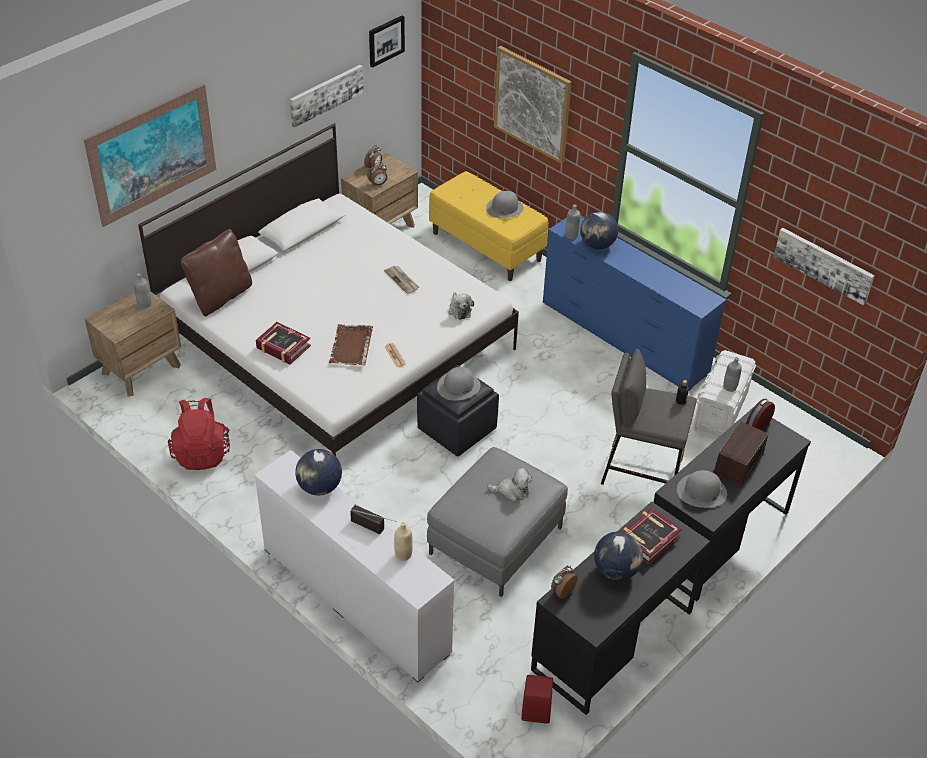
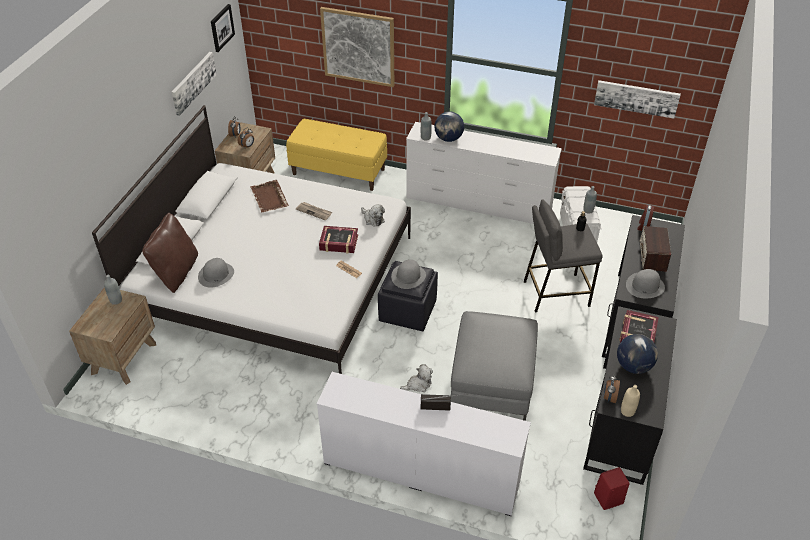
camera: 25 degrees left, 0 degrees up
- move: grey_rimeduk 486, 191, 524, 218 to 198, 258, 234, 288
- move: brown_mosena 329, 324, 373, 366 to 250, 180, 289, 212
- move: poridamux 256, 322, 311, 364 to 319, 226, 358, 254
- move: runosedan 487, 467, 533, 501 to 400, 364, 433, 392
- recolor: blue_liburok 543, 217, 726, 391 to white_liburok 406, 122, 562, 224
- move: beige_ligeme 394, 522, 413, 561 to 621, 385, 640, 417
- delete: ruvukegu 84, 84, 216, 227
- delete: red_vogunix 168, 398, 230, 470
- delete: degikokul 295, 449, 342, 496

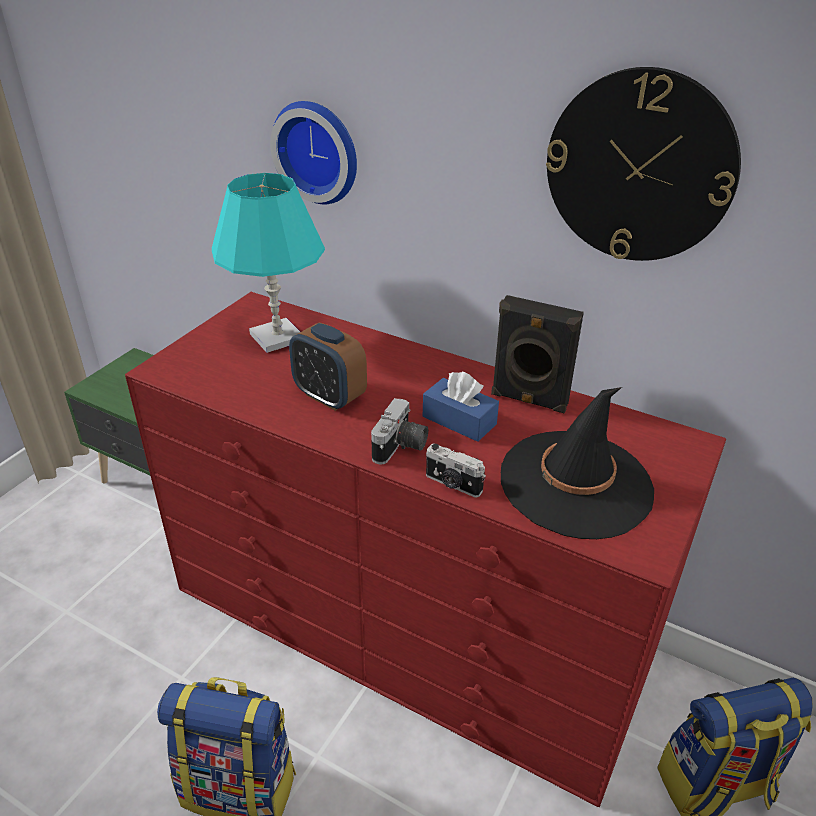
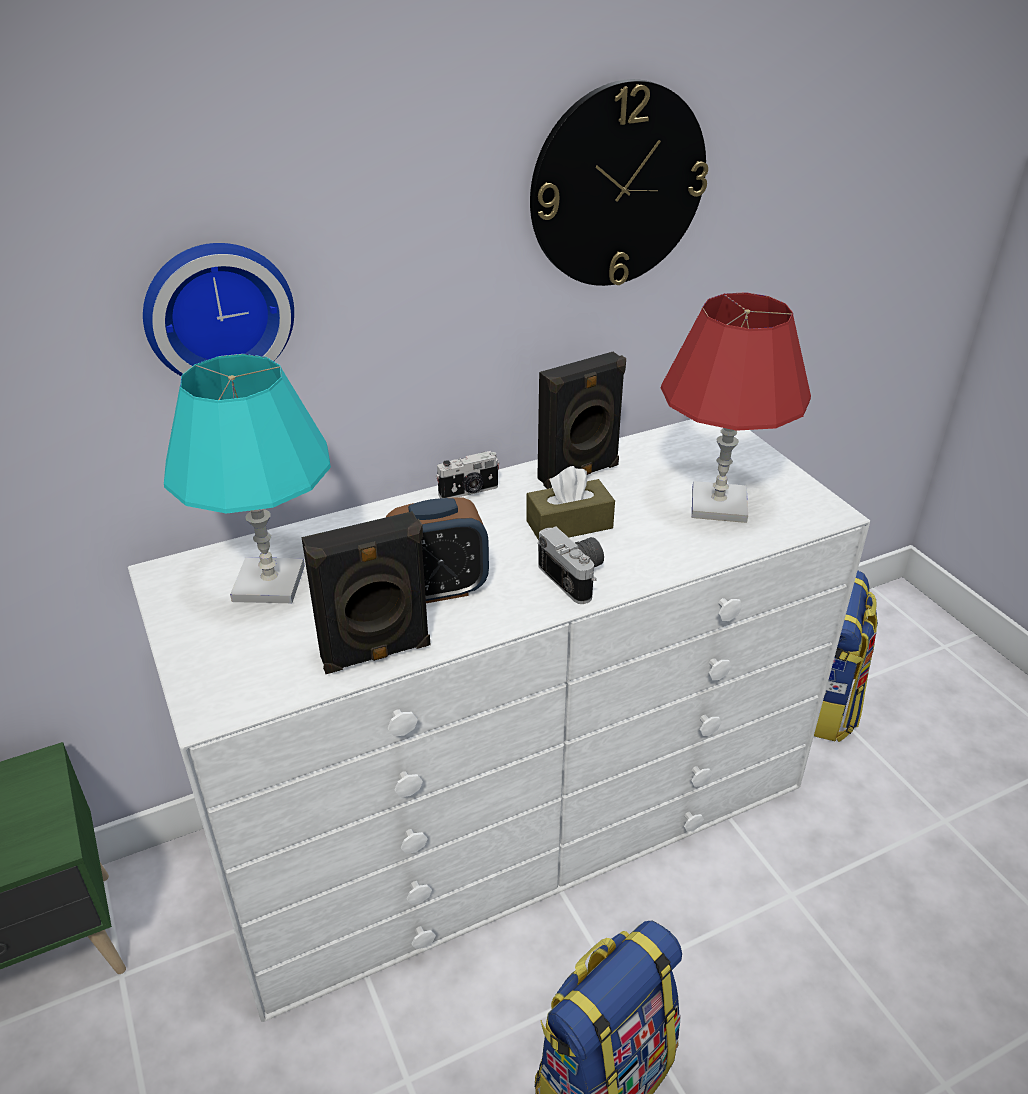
camera: 55 degrees left, 0 degrees up
- recolor: red_liburok 125, 292, 726, 807 to white_liburok 128, 419, 870, 1022
- insert: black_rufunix 301, 511, 431, 674
- move: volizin 426, 444, 486, 498 to 436, 451, 500, 498
- recolor: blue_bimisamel 423, 372, 499, 442 to brown_bimisamel 526, 466, 615, 540
- replace: black_rimeduk 501, 387, 654, 539 to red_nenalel 661, 292, 811, 523

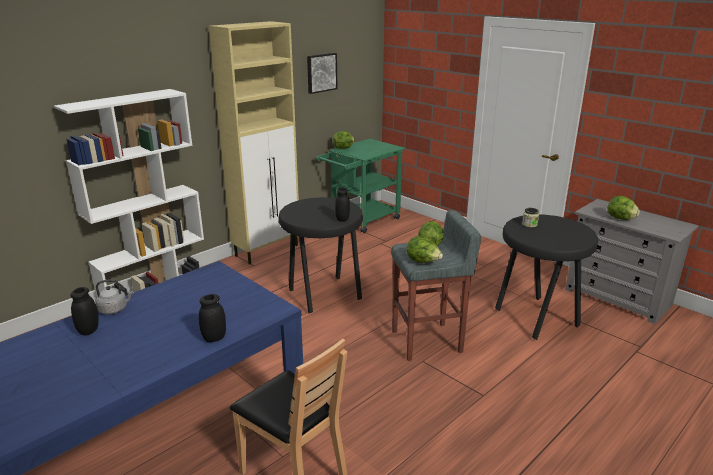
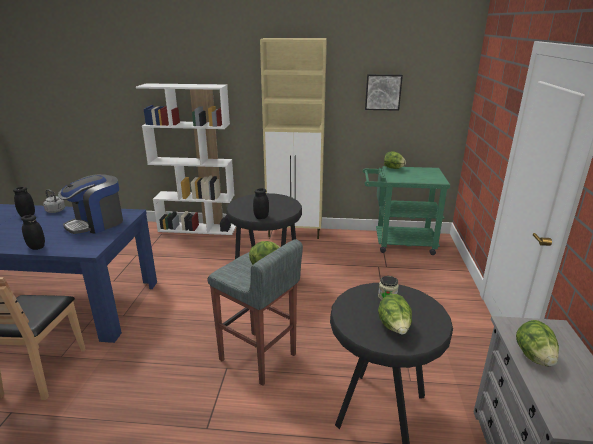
camera: 50 degrees right, 0 degrees up
- insert: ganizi 58, 174, 123, 235
- move: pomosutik 406, 236, 443, 263 to 378, 294, 412, 334

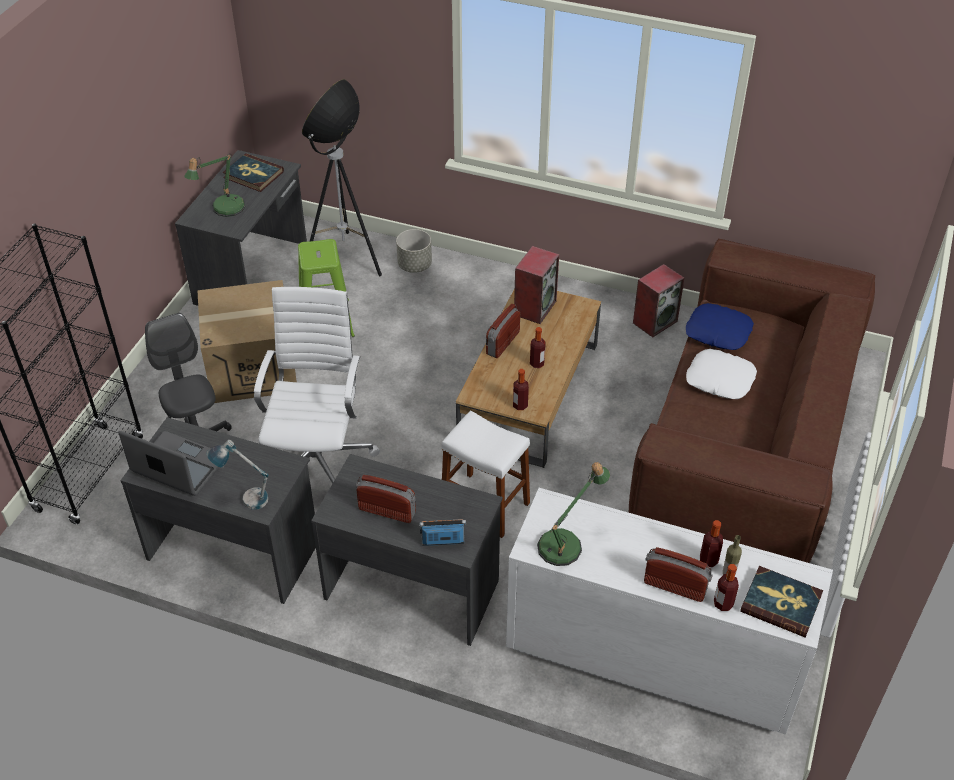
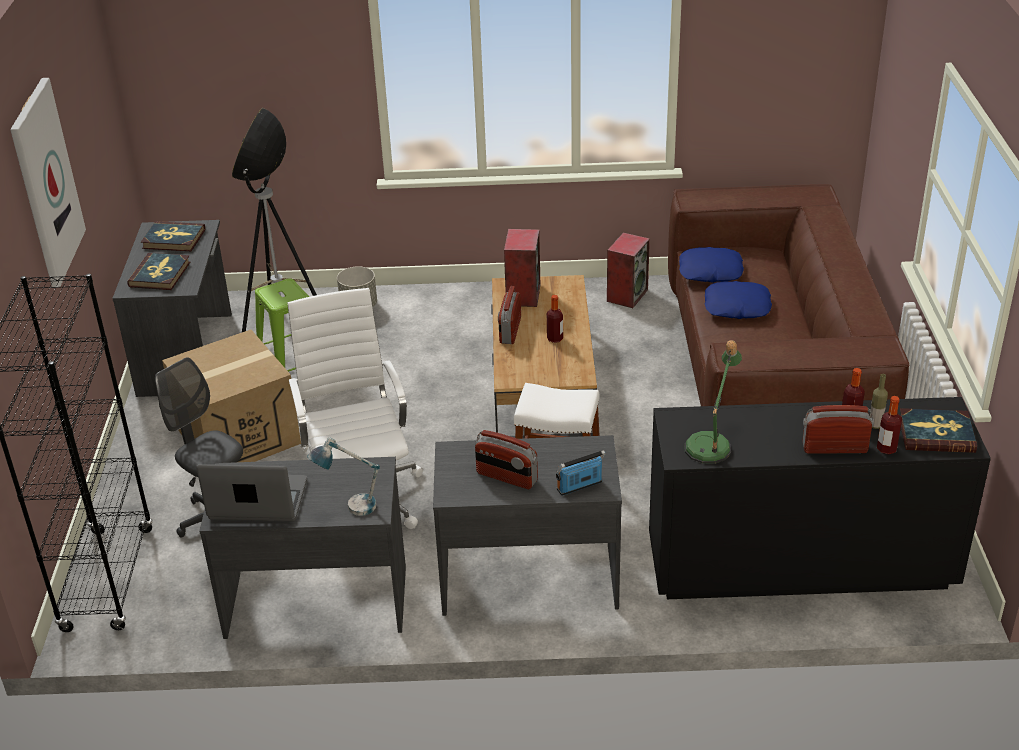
camera: 20 degrees left, 10 degrees down
- insert: ruvukegu 10, 78, 86, 288
- replace: nenalel 184, 155, 246, 217 to poridamux 127, 253, 190, 290
- rotate: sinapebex 356, 475, 416, 523 = 475, 430, 538, 489 150 degrees counterclockwise
- recolor: white_liburok 506, 488, 833, 735 to black_liburok 649, 397, 991, 599
- recolor: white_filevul 686, 349, 757, 399 to blue_filevul 705, 281, 772, 319
- delete: ligeme 513, 369, 529, 410

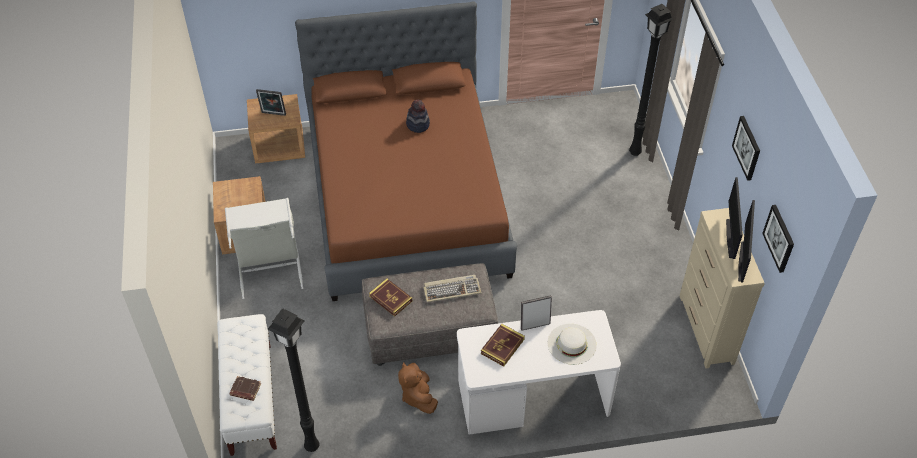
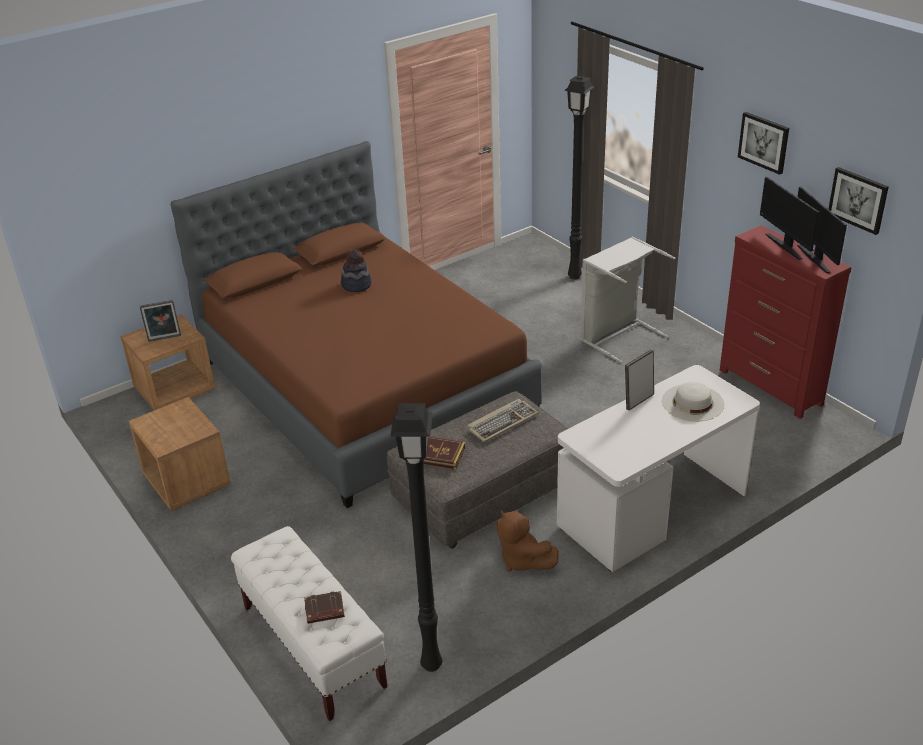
camera: 25 degrees left, 15 degrees down
- move: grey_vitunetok 225, 198, 303, 299 to 580, 236, 675, 363
- recolor: beige_liburok 679, 208, 765, 368 to red_liburok 720, 225, 851, 419
- delete: poridamux 481, 324, 525, 367

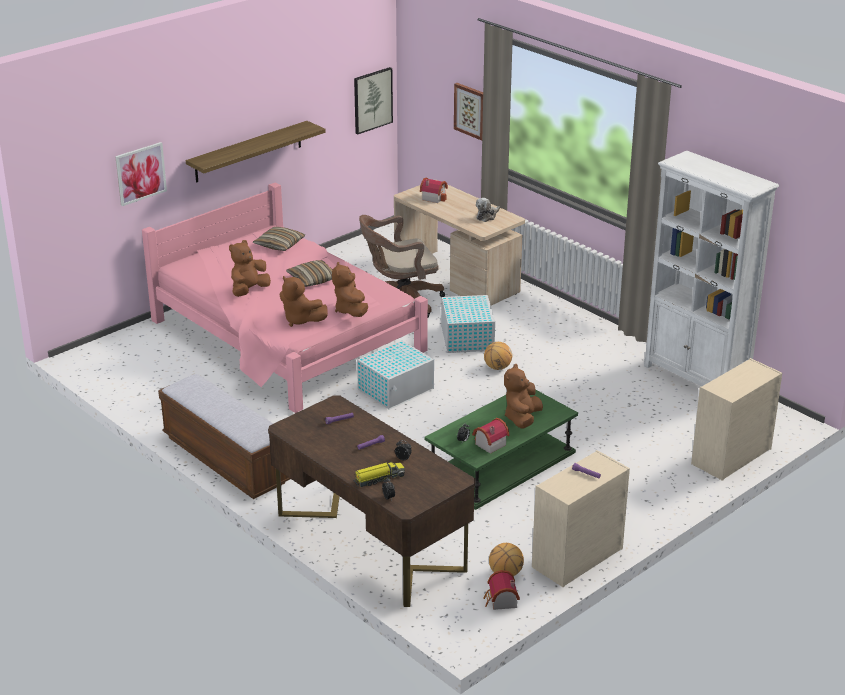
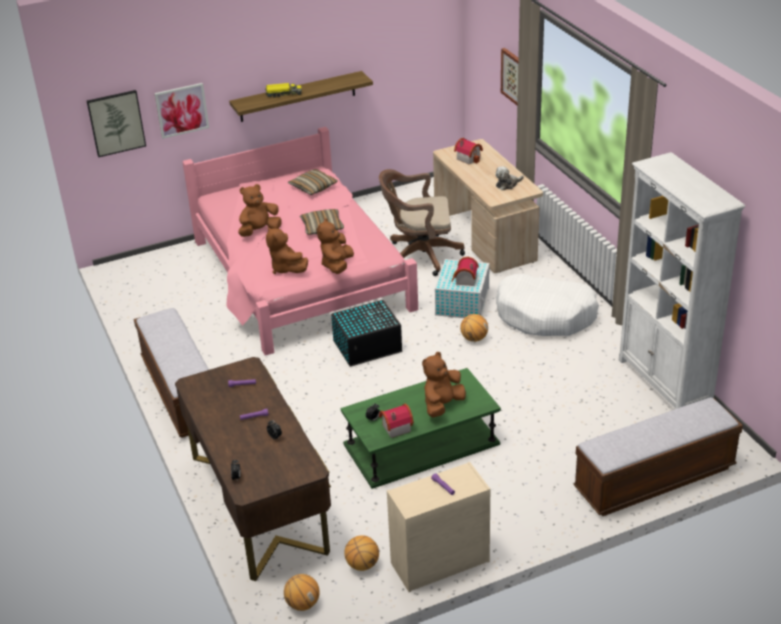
camera: 20 degrees right, 5 degrees up
- move: ruvukegu 354, 67, 393, 134 to 87, 90, 146, 157
- move: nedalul 354, 462, 405, 487 to 265, 83, 302, 97
- insert: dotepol 284, 574, 320, 611
- recolor: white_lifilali 357, 341, 434, 410 to black_lifilali 331, 300, 402, 367
- move: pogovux 483, 570, 520, 610 to 451, 257, 479, 286
- insert: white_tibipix 496, 274, 599, 336
- replace: beige_liburok 691, 358, 782, 481 to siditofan 574, 398, 743, 516

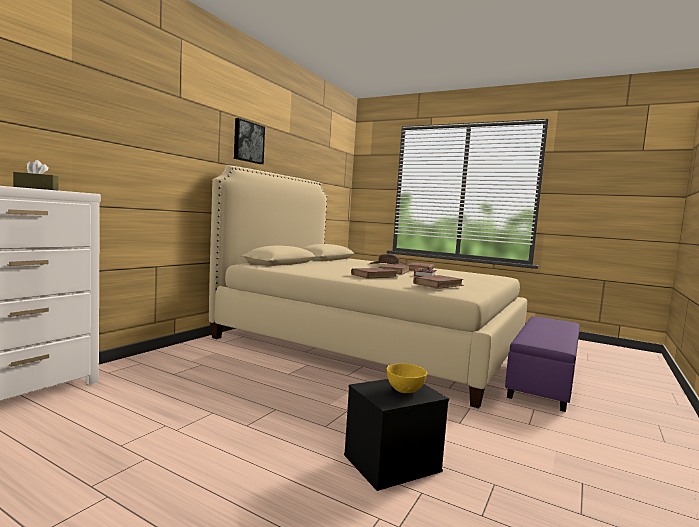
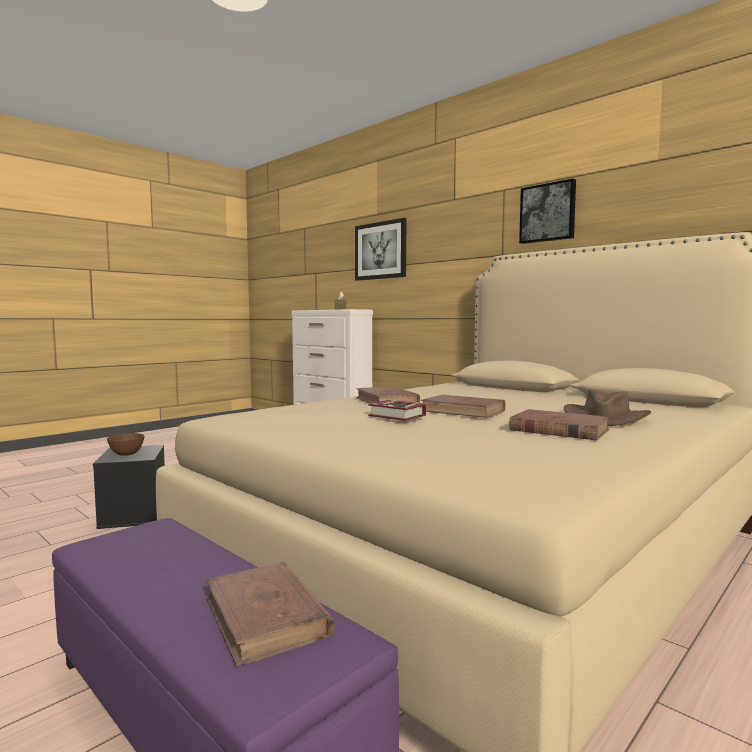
camera: 105 degrees right, 0 degrees up
- recolor: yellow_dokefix 386, 363, 427, 393 to brown_dokefix 107, 433, 144, 456
- move: brown_poridamux 413, 275, 464, 289 to 206, 562, 334, 667
- insert: ruvukegu 355, 218, 406, 281

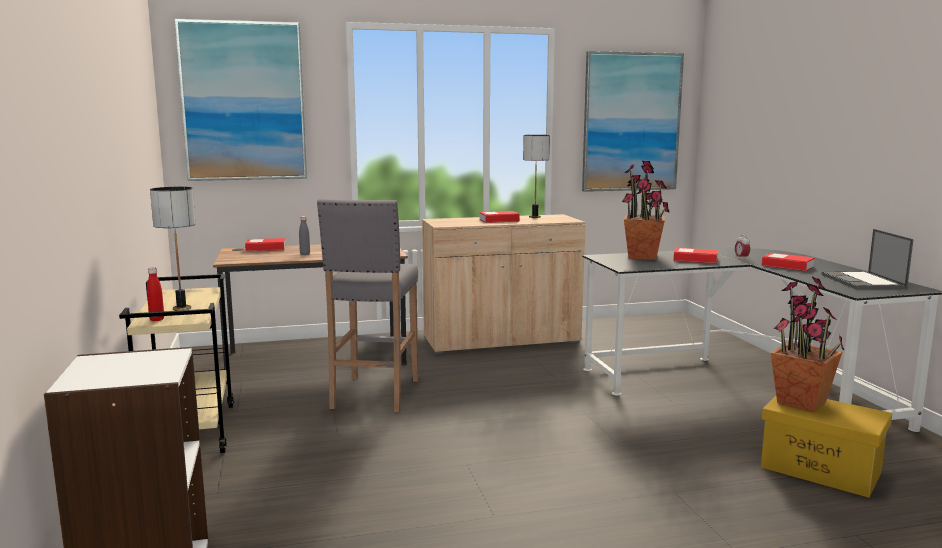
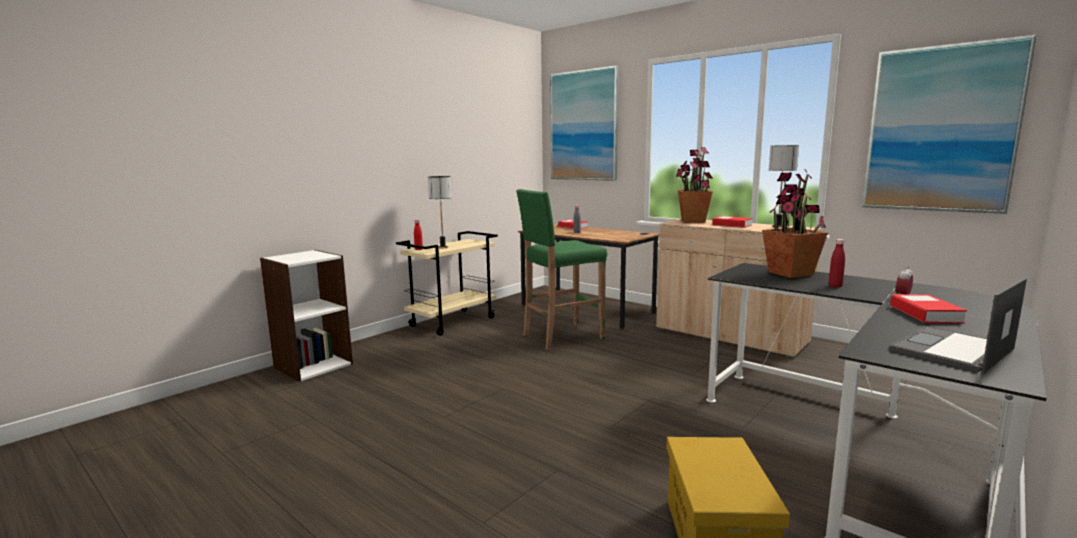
camera: 55 degrees right, 0 degrees up
- recolor: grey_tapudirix 317, 199, 418, 412 to green_tapudirix 516, 189, 607, 350
- move: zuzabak 771, 277, 844, 412 to 676, 147, 713, 223
- replace: poridamux 674, 248, 718, 264 to red_ligeme 829, 239, 845, 287

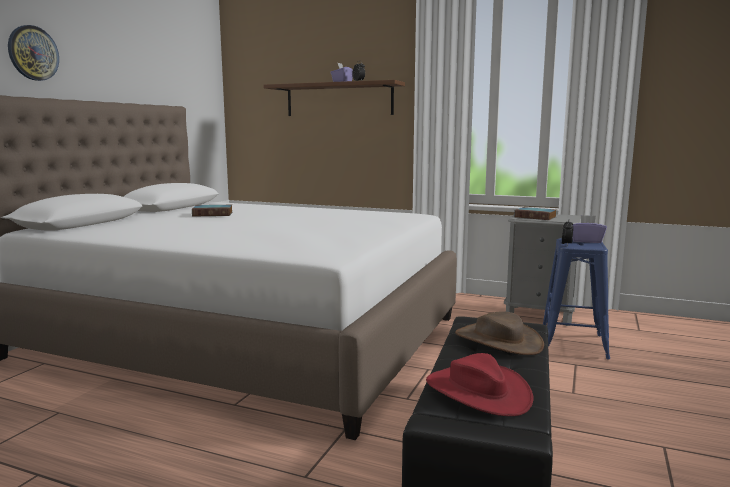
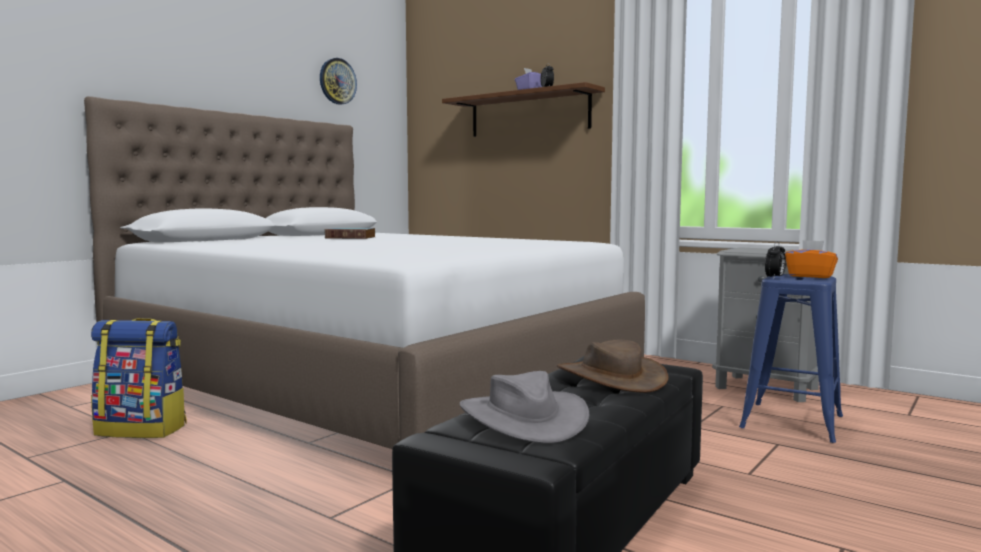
camera: 15 degrees right, 5 degrees down
- insert: vogunix 91, 318, 187, 438
- move: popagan 8, 25, 59, 81 to 320, 58, 357, 105
- recolor: red_rimeduk 426, 353, 533, 416 to grey_rimeduk 460, 371, 589, 443
- recolor: purple_bimisamel 573, 215, 607, 243 to orange_bimisamel 785, 240, 838, 278
- delete: poridamux 514, 207, 556, 220

